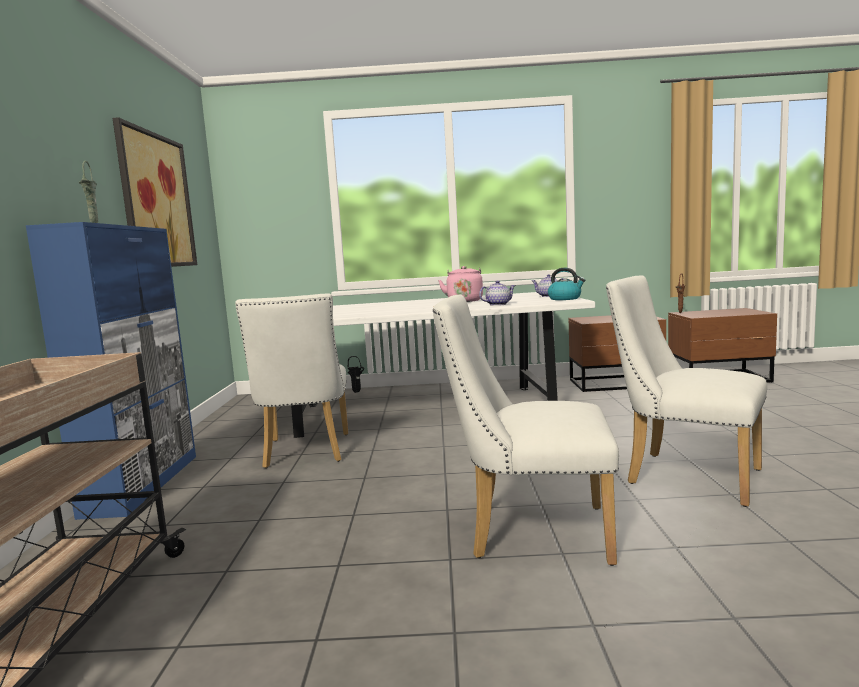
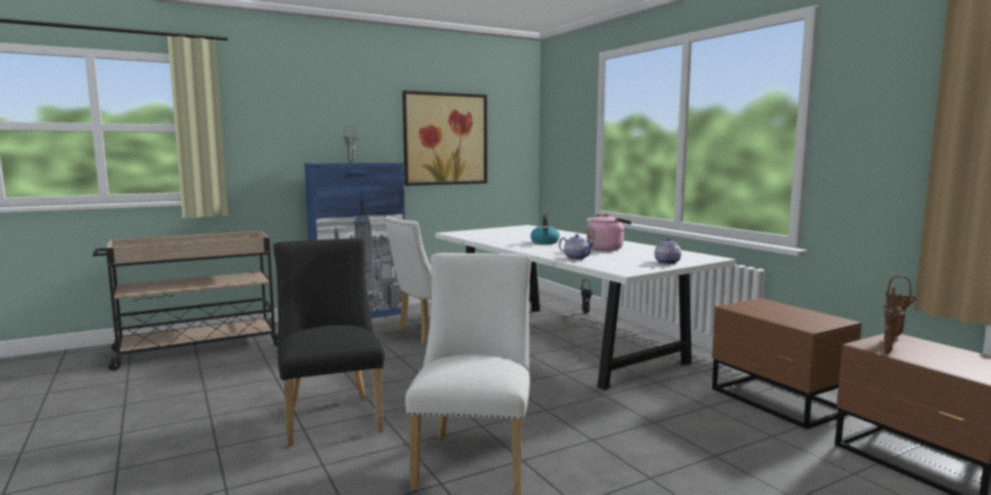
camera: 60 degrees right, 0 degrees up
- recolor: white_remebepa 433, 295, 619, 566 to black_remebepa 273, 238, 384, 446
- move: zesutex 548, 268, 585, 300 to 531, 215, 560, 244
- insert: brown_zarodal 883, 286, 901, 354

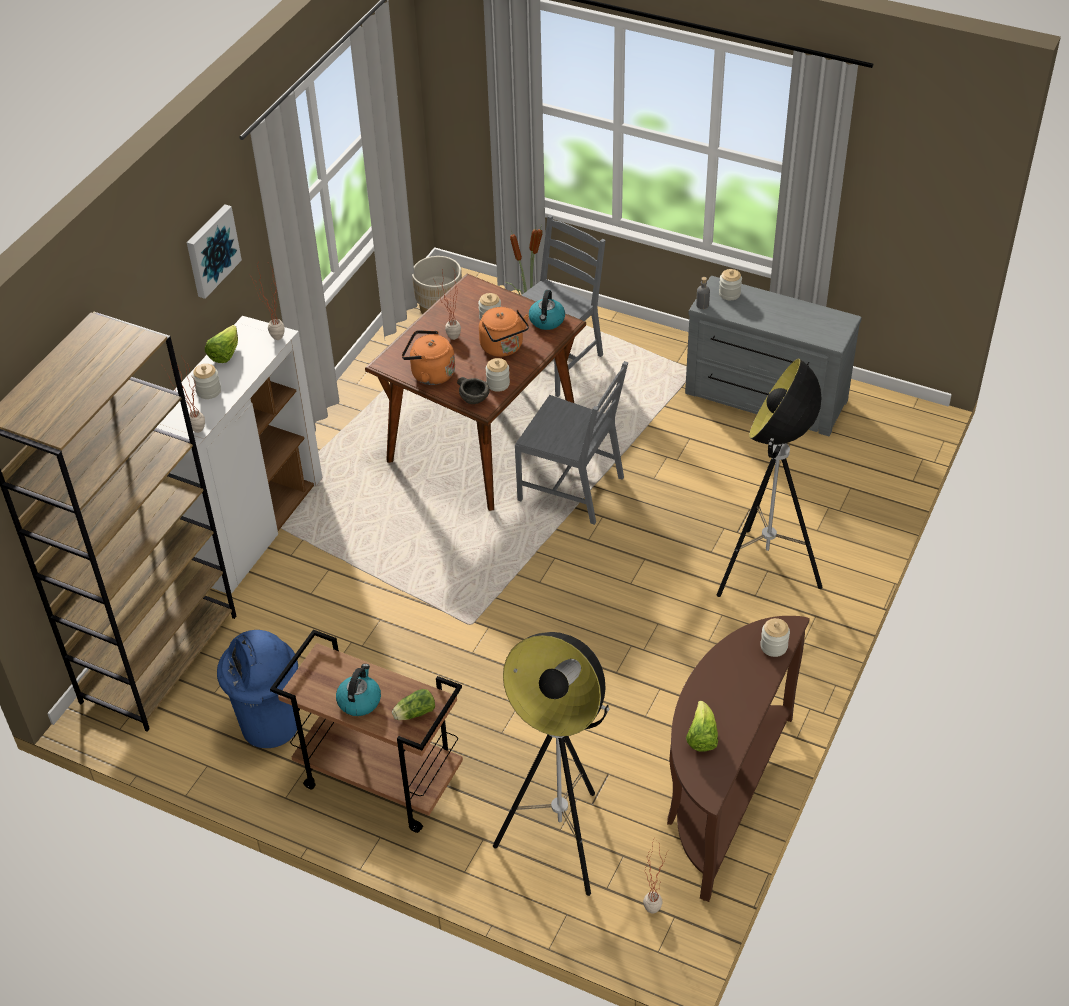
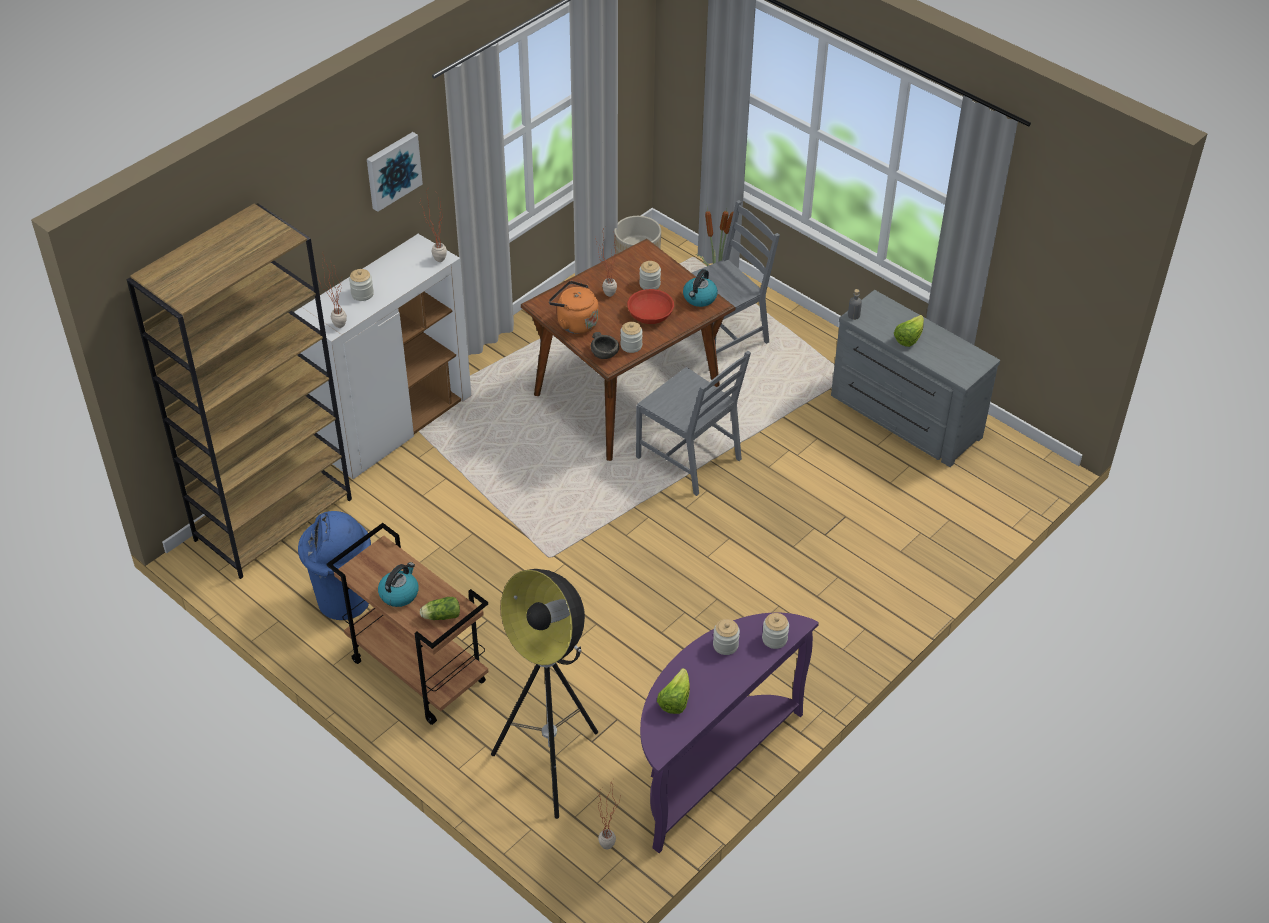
camera: 15 degrees right, 0 degrees up
- replace: orange_zesutex 479, 307, 529, 357 to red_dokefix 627, 289, 674, 324
- recolor: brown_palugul 667, 616, 810, 902 to purple_palugul 640, 613, 819, 853
- move: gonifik 719, 269, 742, 300 to 713, 619, 740, 655
- move: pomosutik 205, 325, 238, 363 to 894, 315, 924, 347
- delete: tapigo 717, 358, 822, 597

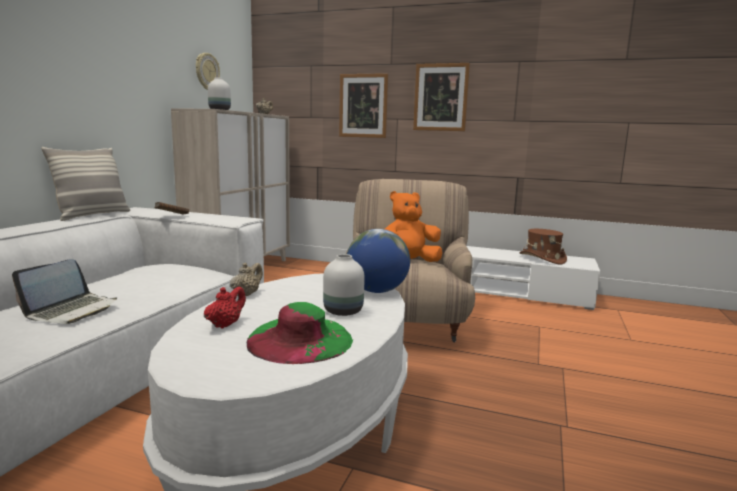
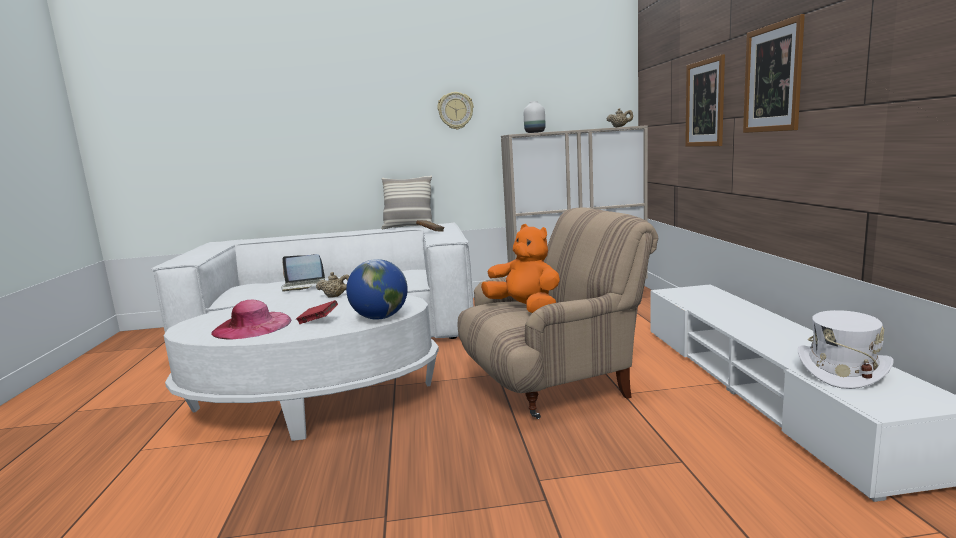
camera: 65 degrees right, 0 degrees up
- recolor: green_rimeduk 247, 302, 353, 364 to pink_rimeduk 211, 300, 291, 339
- replace: white_zarodal 323, 254, 365, 316 to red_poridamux 296, 300, 338, 324
- move: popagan 196, 53, 220, 90 to 438, 92, 474, 130
- recolor: brown_rimeduk 520, 229, 567, 264 to white_rimeduk 798, 310, 894, 389
- delete: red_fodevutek 204, 287, 246, 328

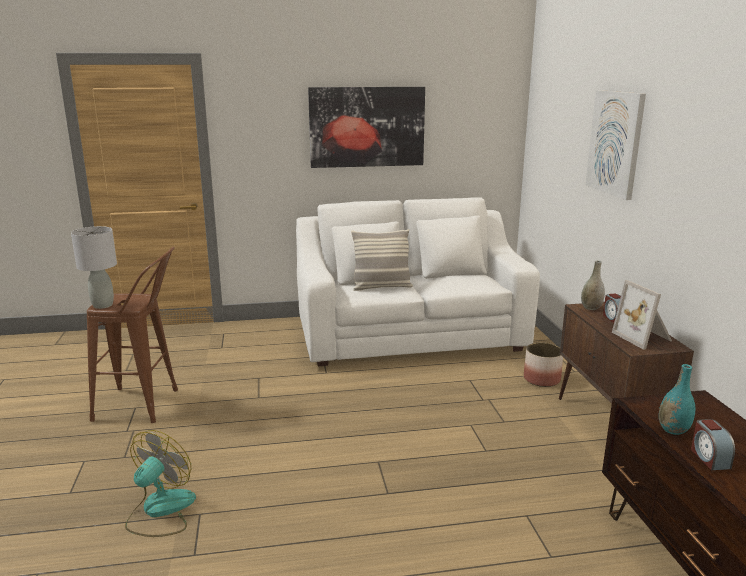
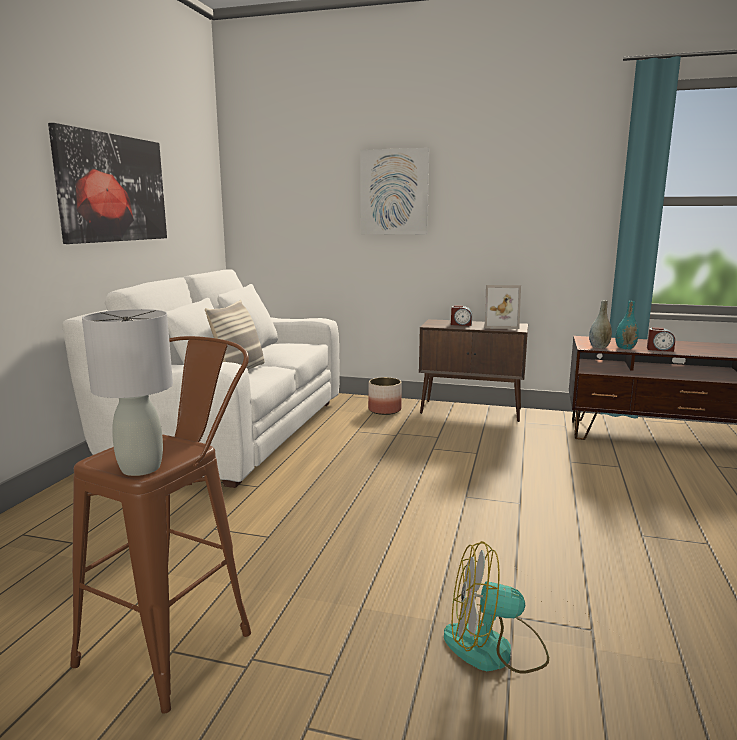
camera: 65 degrees left, 5 degrees down
- rotate: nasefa 125, 430, 196, 537 = 444, 541, 549, 674 45 degrees counterclockwise
- move: grey_zarodal 581, 260, 605, 310 to 589, 300, 612, 349

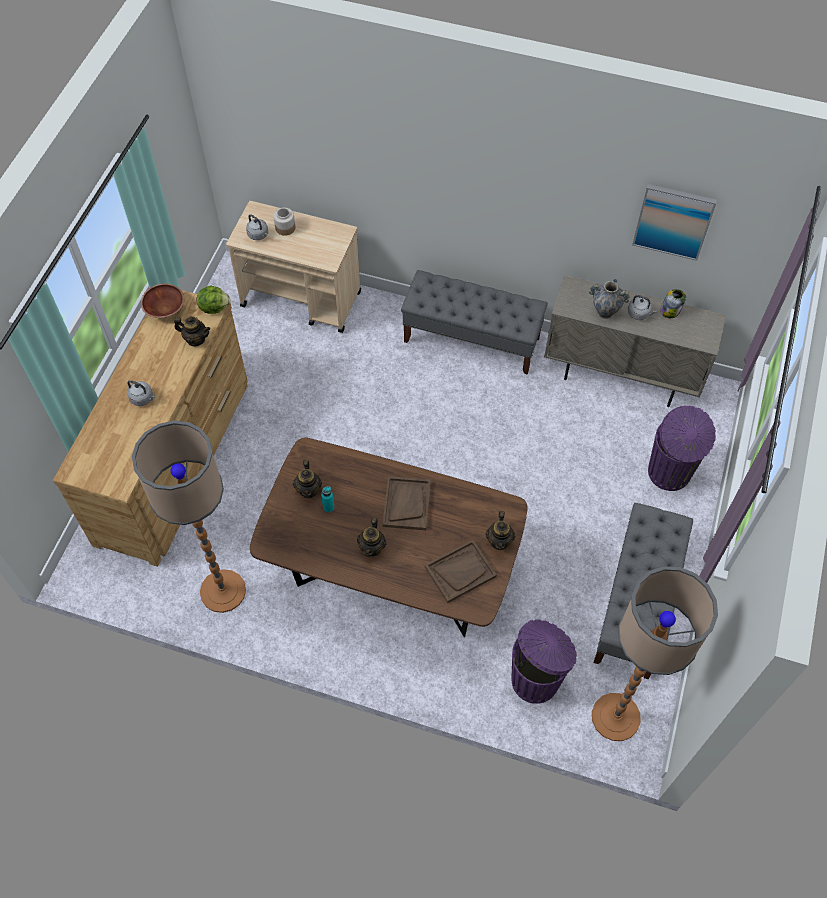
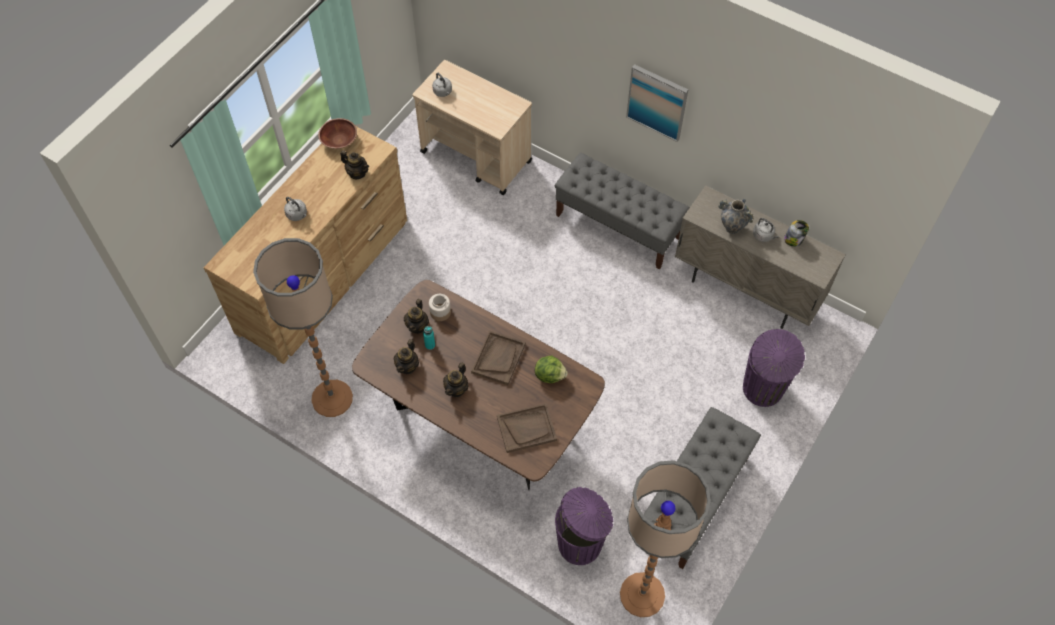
camera: 15 degrees right, 0 degrees up
- move: fodevutek 486, 511, 515, 550 to 394, 339, 419, 374
- move: gonifik 273, 208, 295, 236 to 429, 294, 451, 321
- move: pomosutik 197, 286, 231, 314 to 535, 356, 568, 383
- move: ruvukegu 632, 184, 717, 261 to 626, 64, 688, 142

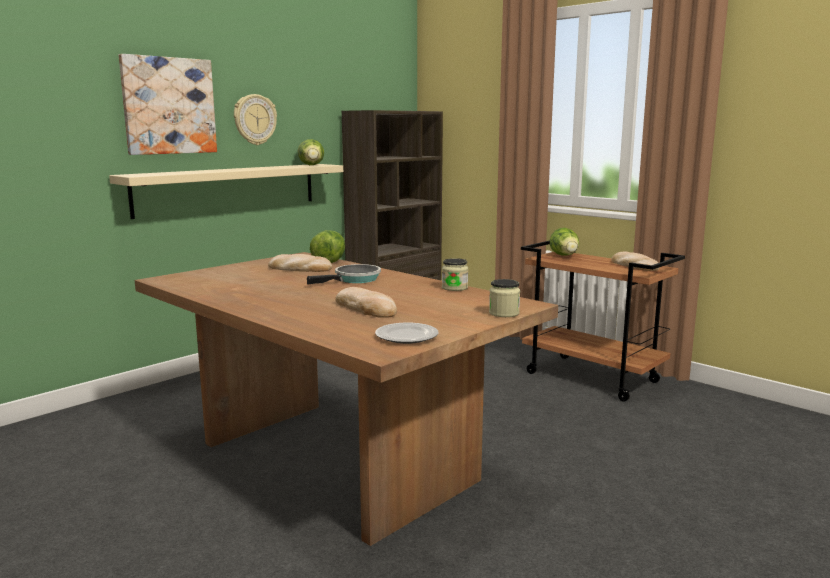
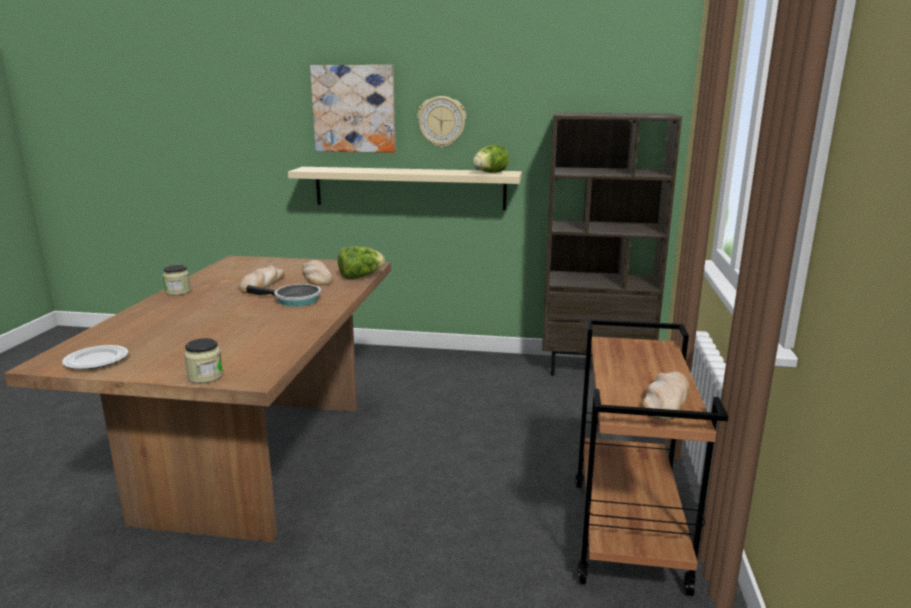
camera: 55 degrees right, 5 degrees up
- move: gonifik 442, 258, 468, 291 to 163, 265, 191, 295
- move: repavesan 335, 287, 397, 318 to 238, 266, 285, 293
- delete: pomosutik 550, 228, 579, 256

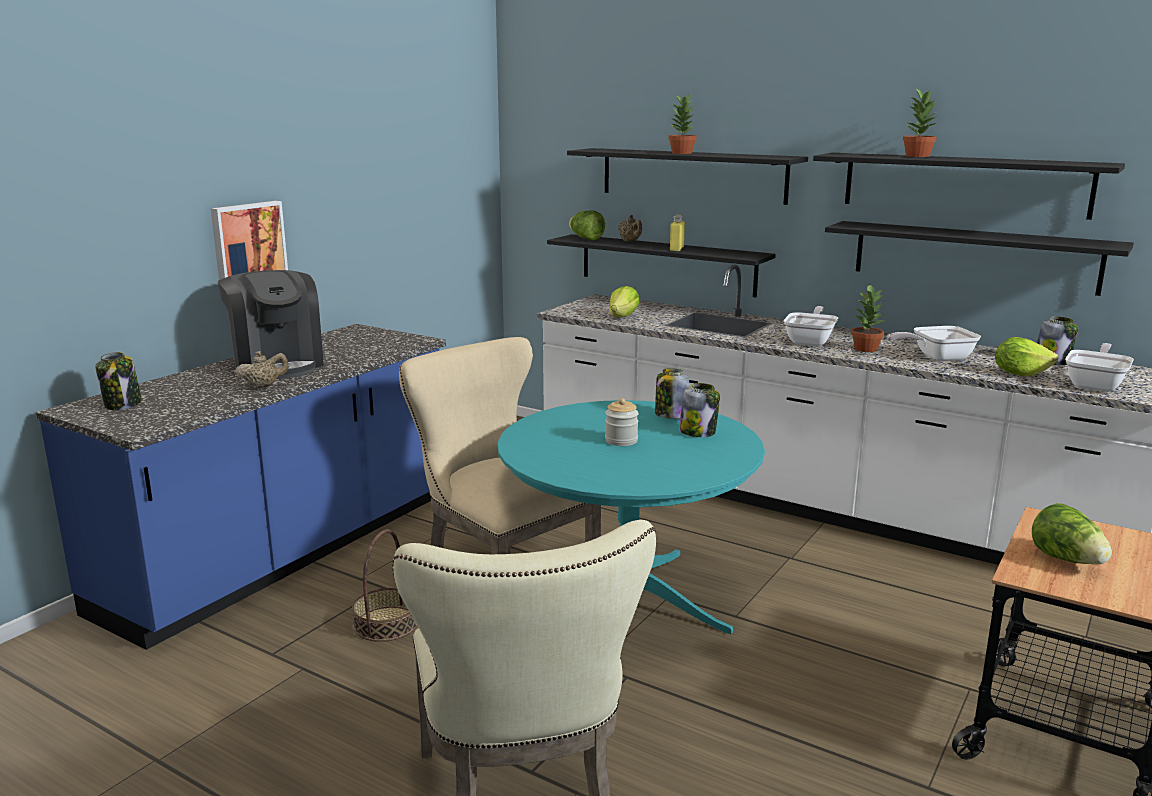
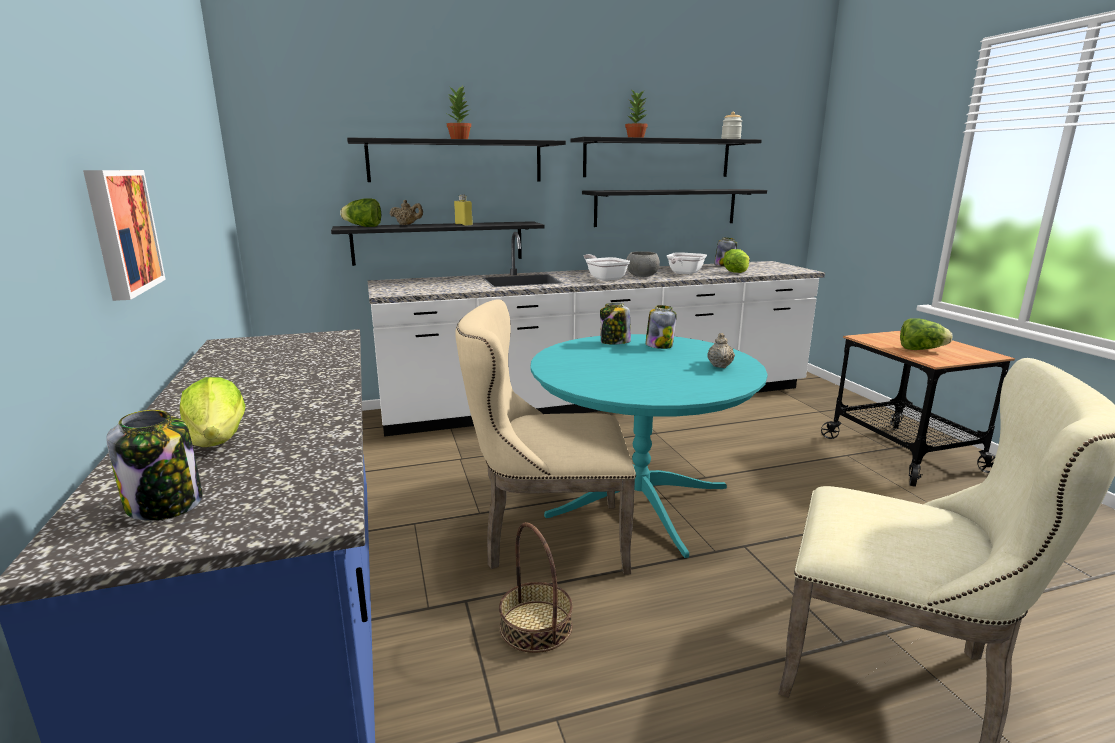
camera: 50 degrees left, 0 degrees up
- move: pomosutik 609, 286, 640, 317 to 180, 377, 246, 447
- replace: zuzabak 851, 285, 885, 352 to grey_dokefix 626, 251, 660, 277
- move: beige_fodevutek 234, 351, 289, 389 to 707, 333, 735, 368
- move: gonifik 605, 398, 639, 446 to 721, 112, 742, 139
- delete: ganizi 218, 270, 324, 379
- delete: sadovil 1065, 343, 1134, 392

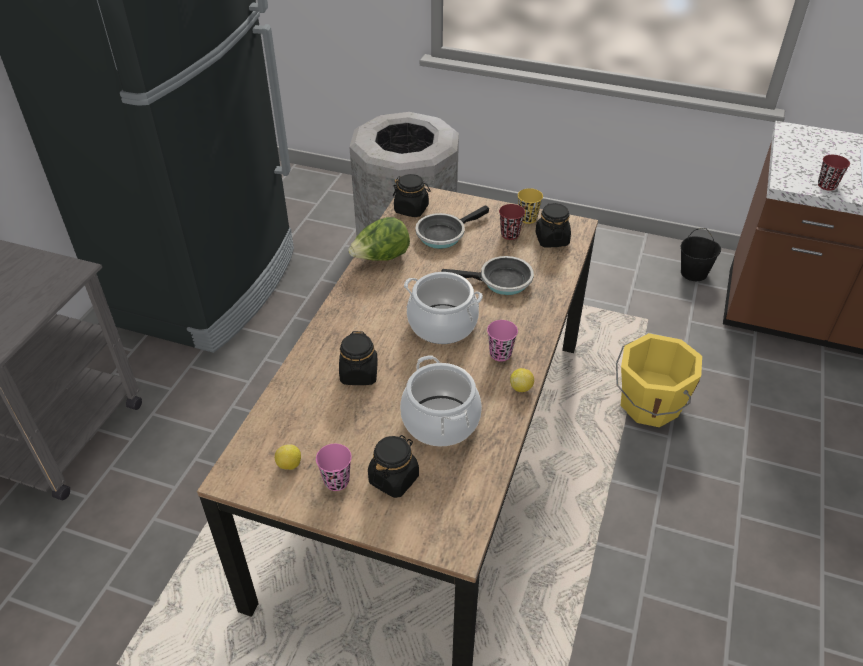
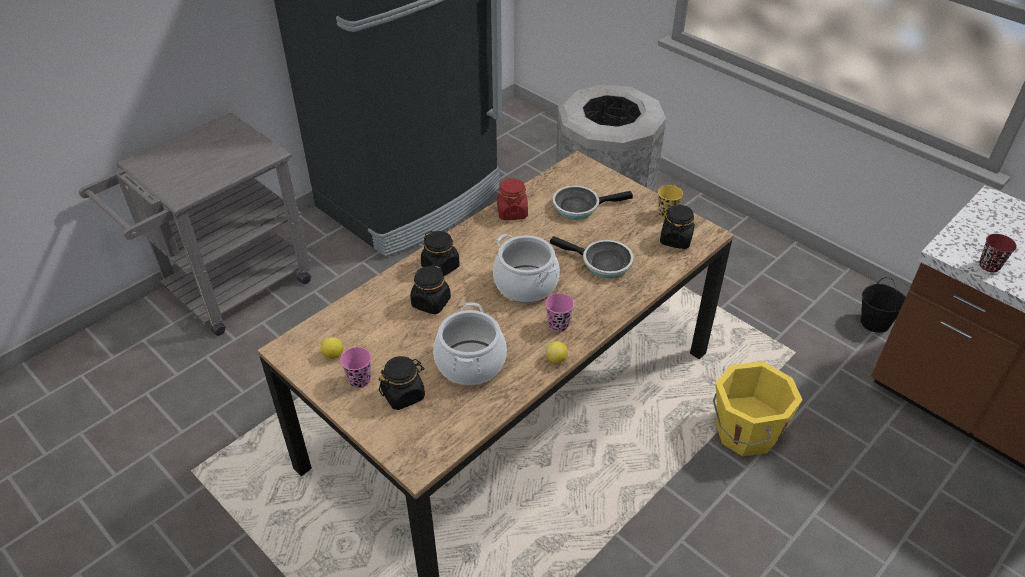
camera: 25 degrees right, 0 degrees up
- move: black_gonifik 393, 174, 430, 217 to 421, 231, 460, 276
- replace: pomosutik 348, 217, 410, 261 to red_gonifik 497, 178, 528, 220
- delete: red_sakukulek 499, 204, 525, 240

